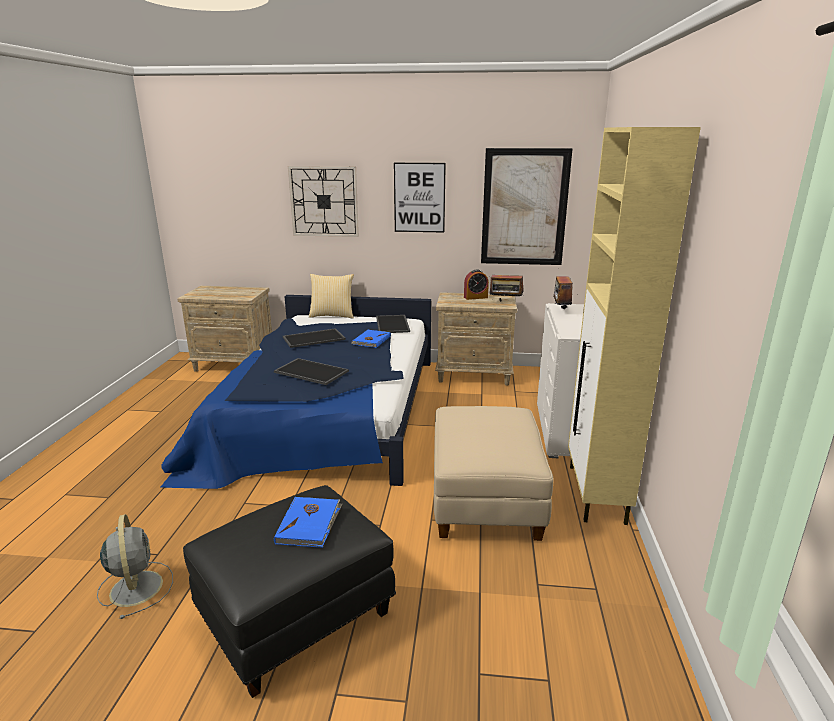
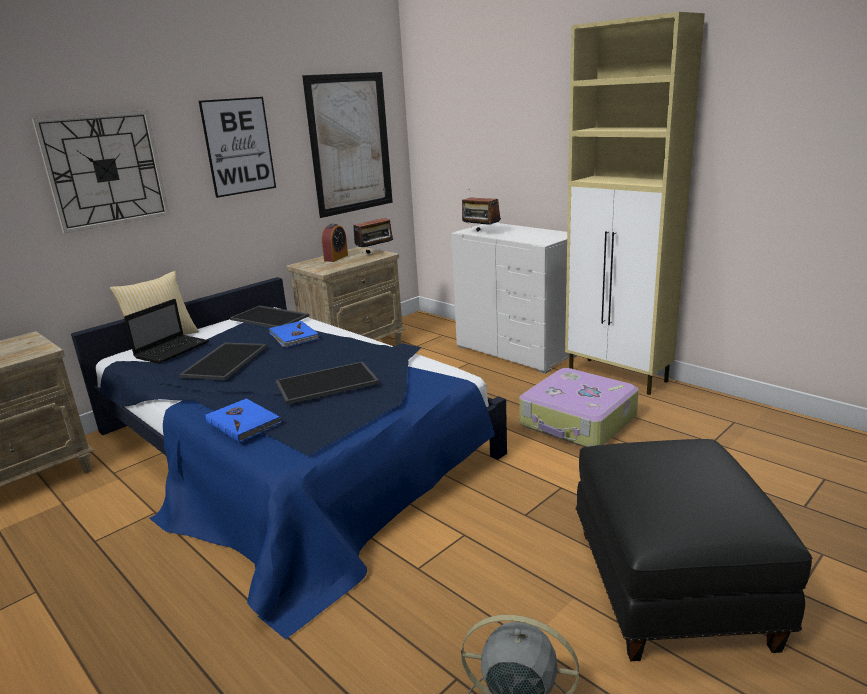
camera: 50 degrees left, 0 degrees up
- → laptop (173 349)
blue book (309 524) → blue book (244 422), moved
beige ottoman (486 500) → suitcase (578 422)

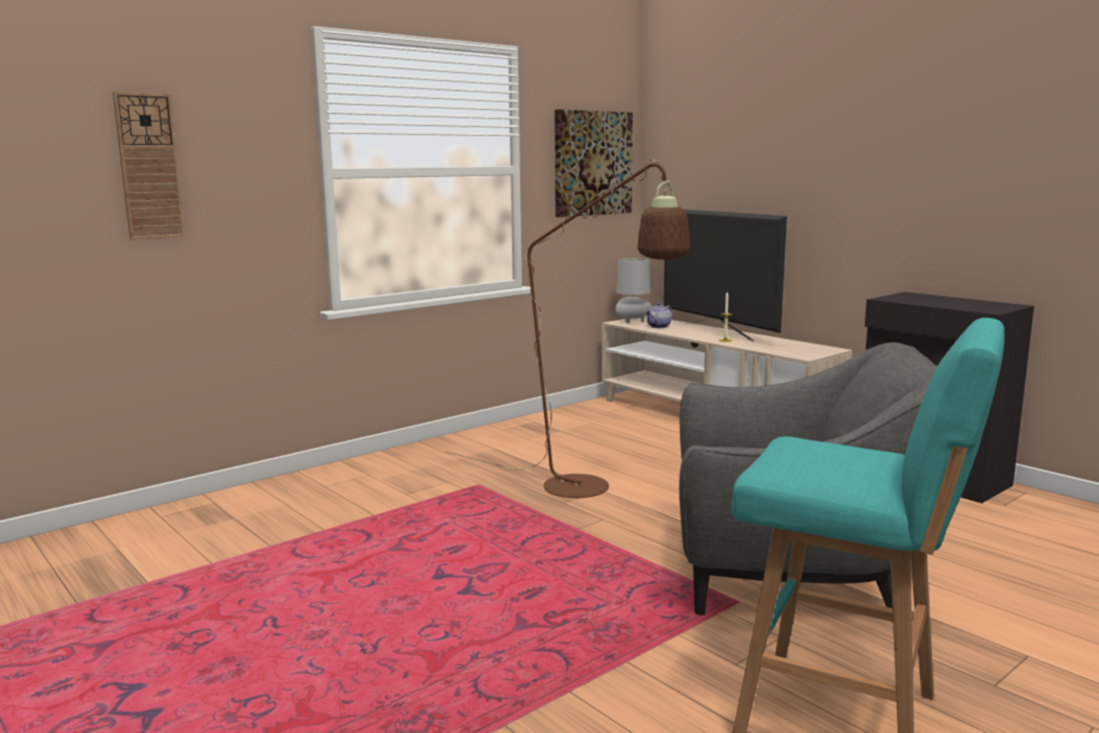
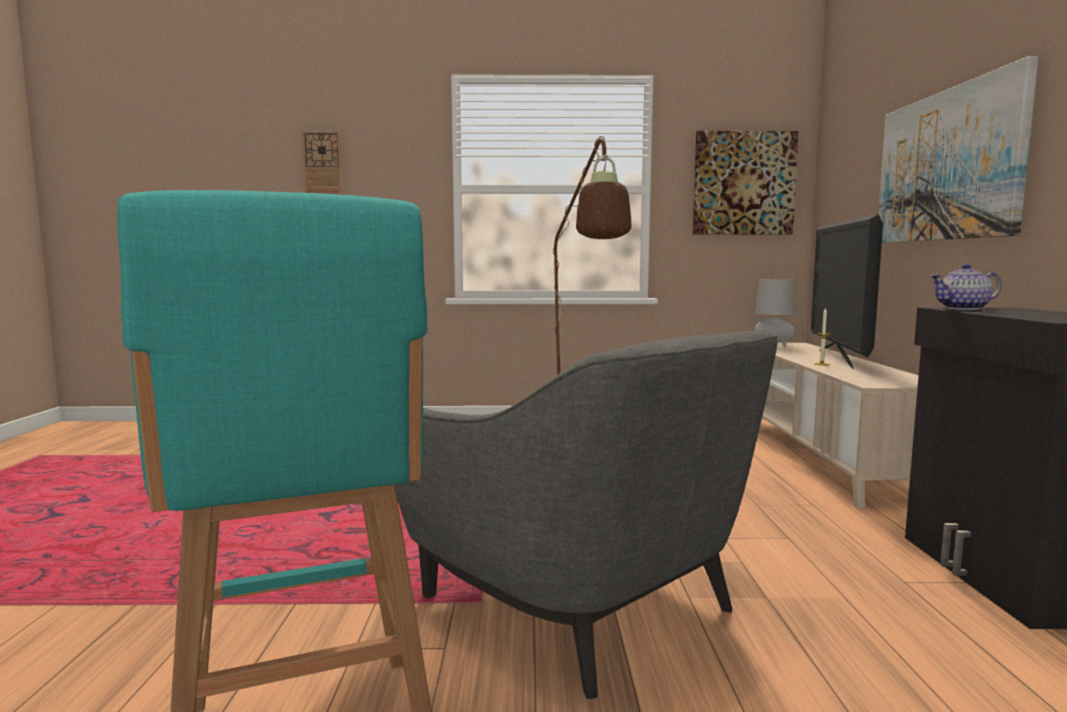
camera: 40 degrees right, 5 degrees down
- → picture (947 166)
teapot (659 327) → teapot (963 309), moved

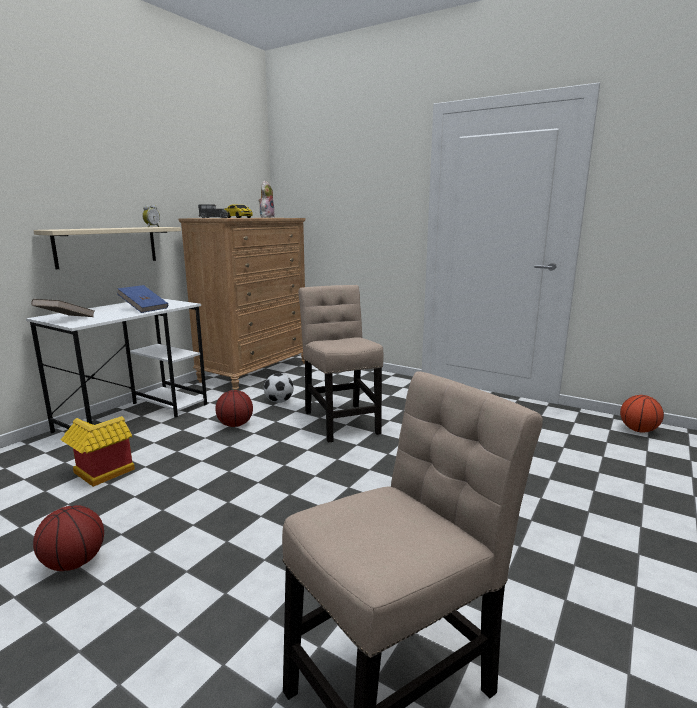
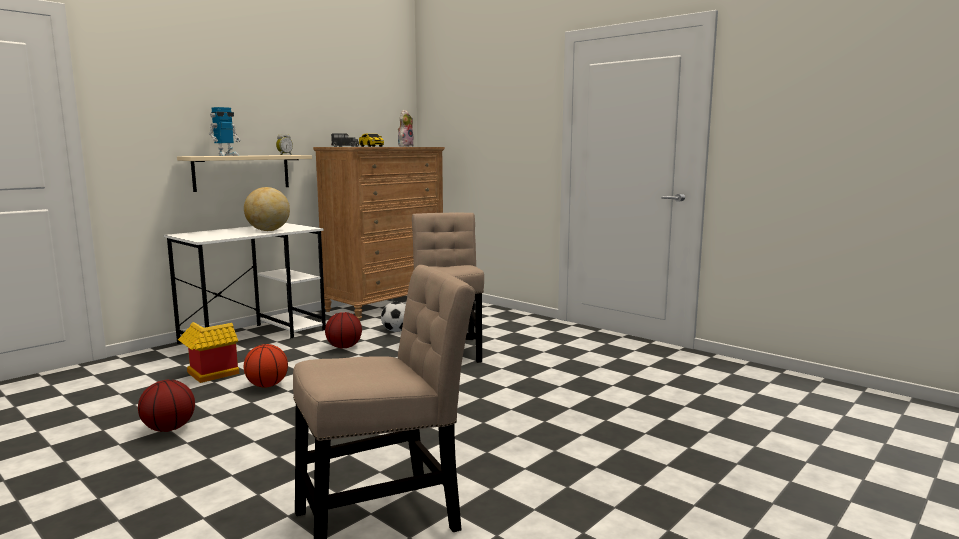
camera: 10 degrees right, 5 degrees down
- → toy robot (226 155)
blue book (144 309) → globe (268 230)
basketball (638 430) → basketball (267 385), moved
brown book (65 320) → -

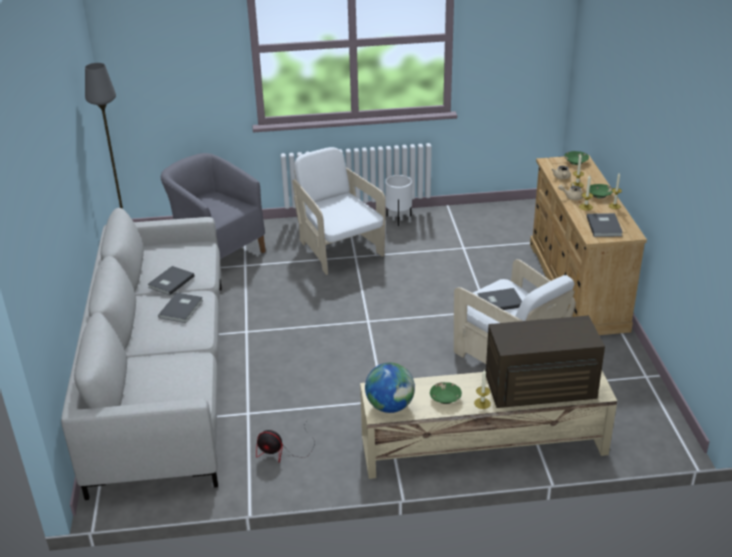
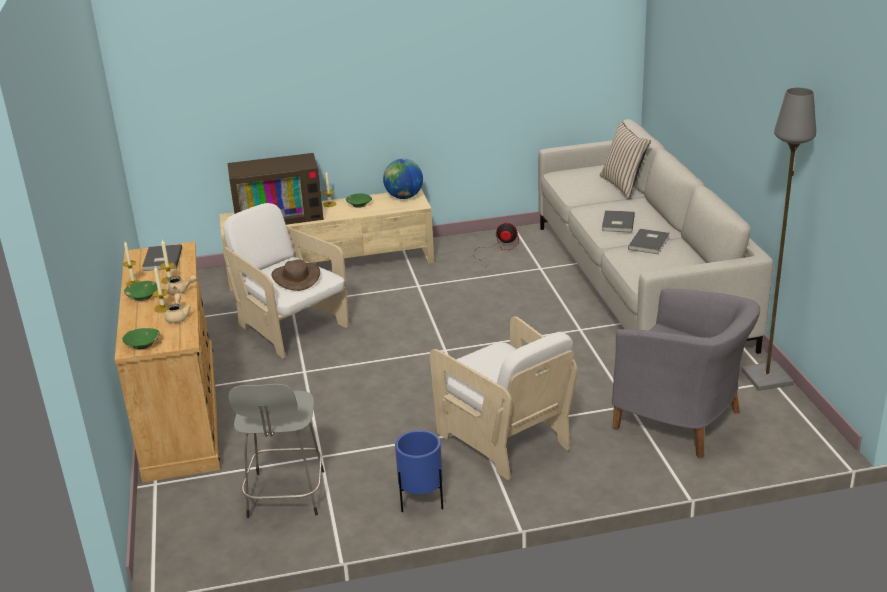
camera: 175 degrees right, 5 degrees down
- → grey stool (285 496)
grey book (499 301) → brown hat (296 277)
white planter (398 219) → blue planter (421 503)
- → beige pillow (623 185)

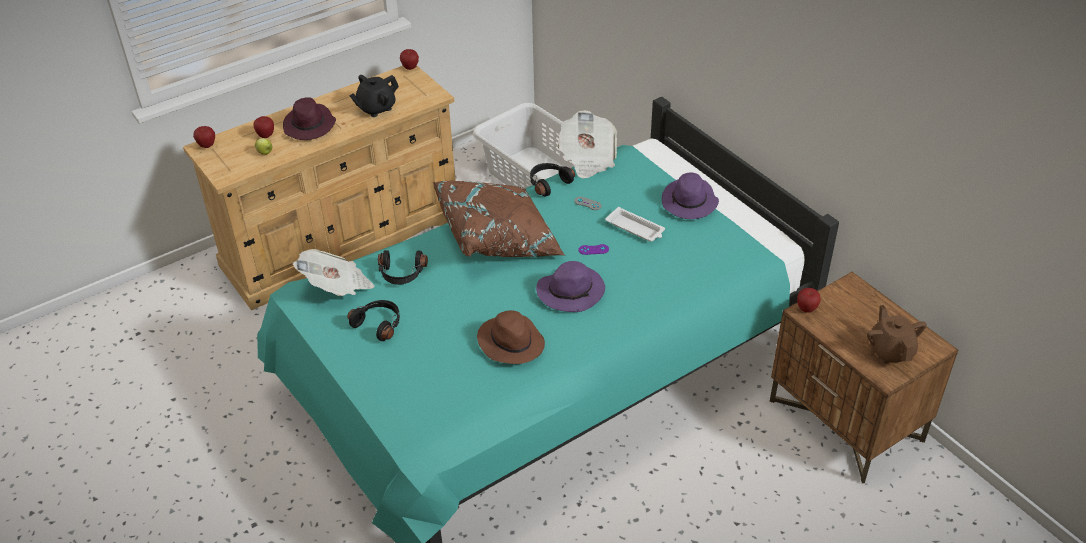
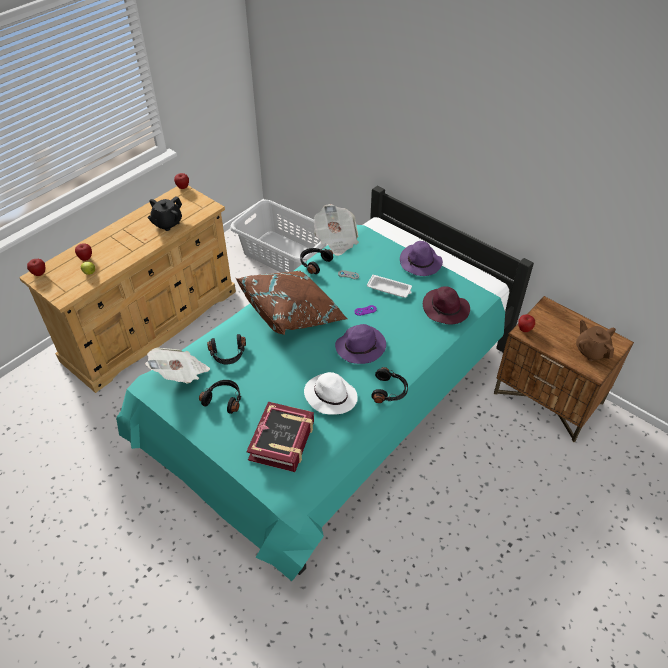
camera: 15 degrees left, 5 degrees up
- → book (282 441)
brown hat (510 342) → white hat (330 396)
- → black headphones (390 391)
purple hat (310 126) → purple hat (446 309), moved

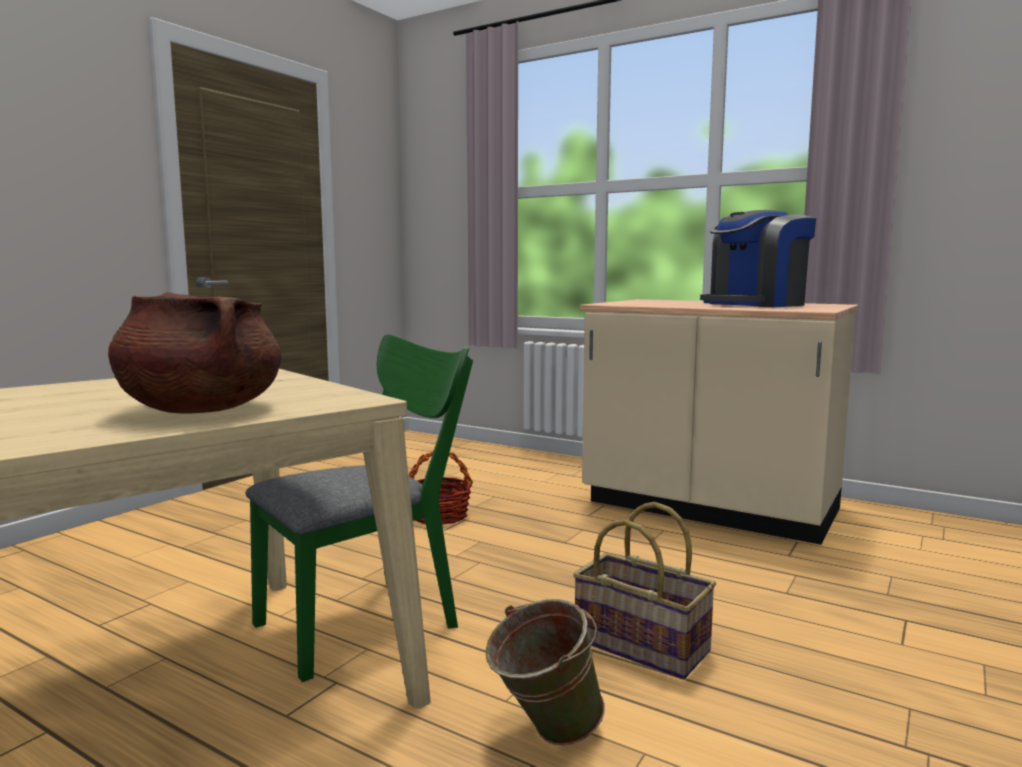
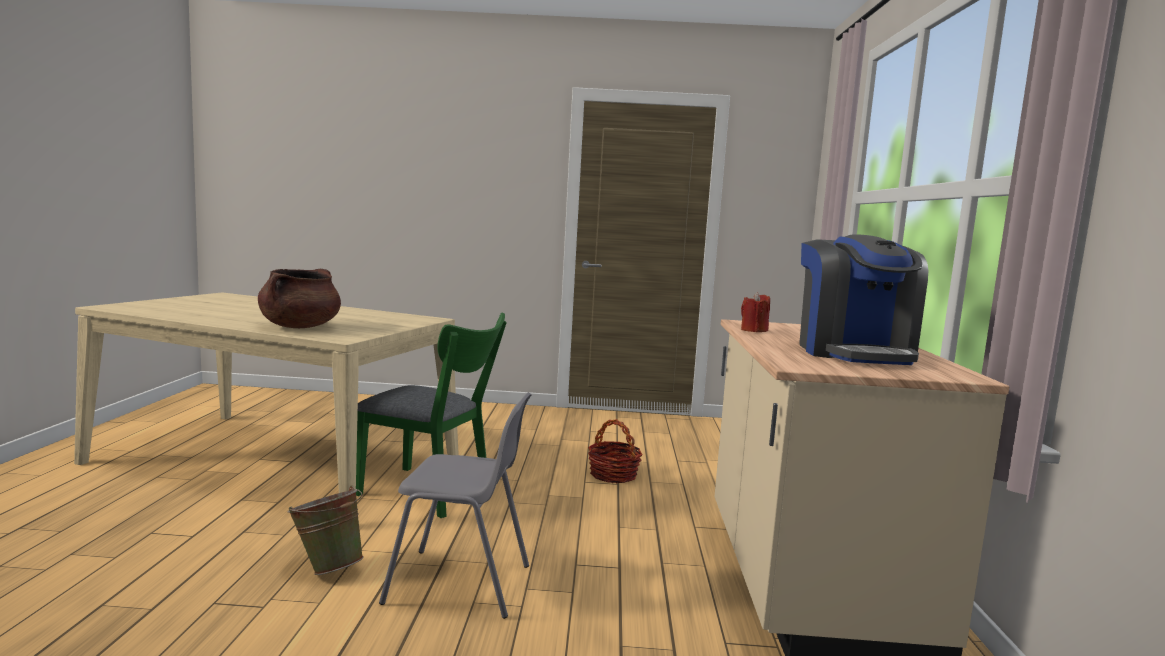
camera: 60 degrees right, 0 degrees up
basket (643 645) → grey chair (460 584)
- → red candle (754 330)
coffee machine (755 305) → coffee machine (854 353), 120 degrees counterclockwise

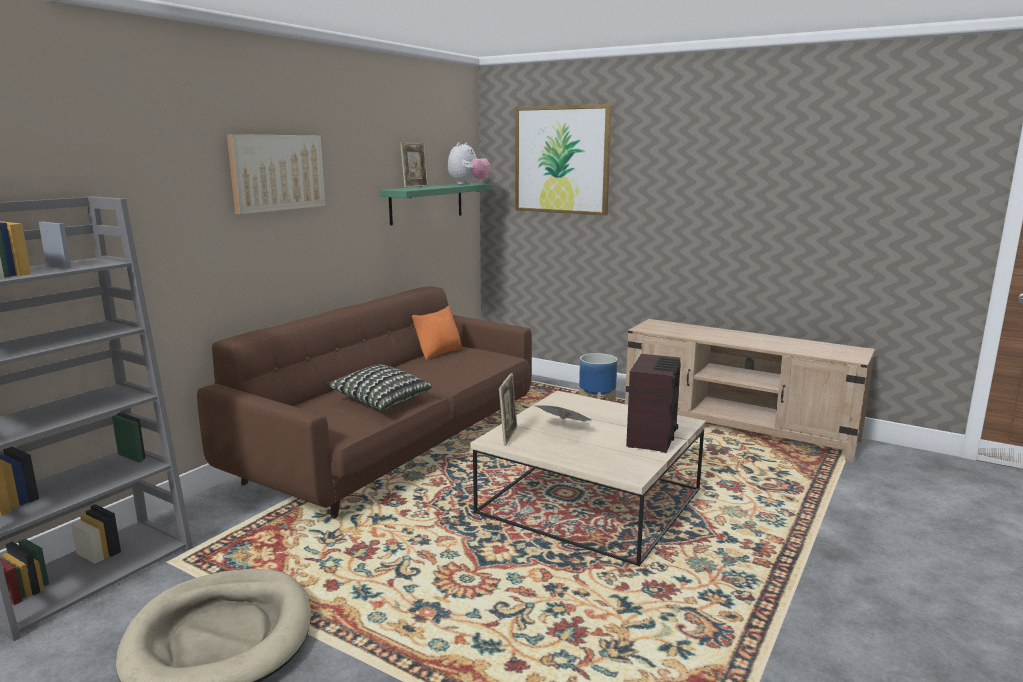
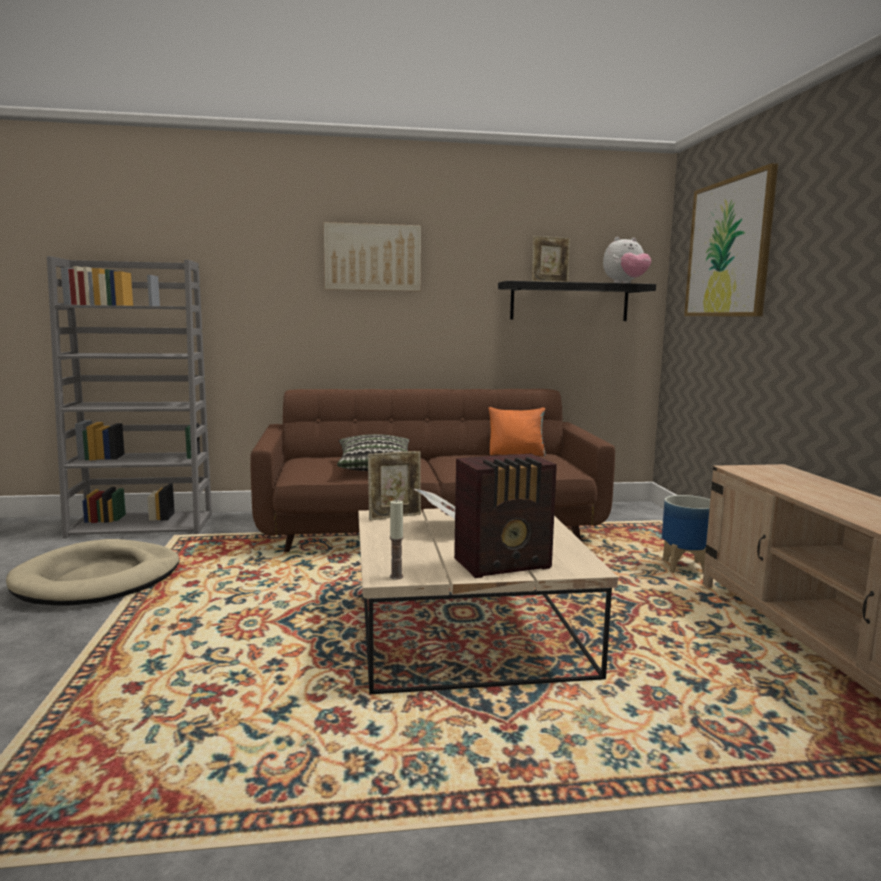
camera: 50 degrees right, 5 degrees down
- → candle (396 576)
green shelf (427 203) → black shelf (569 302)

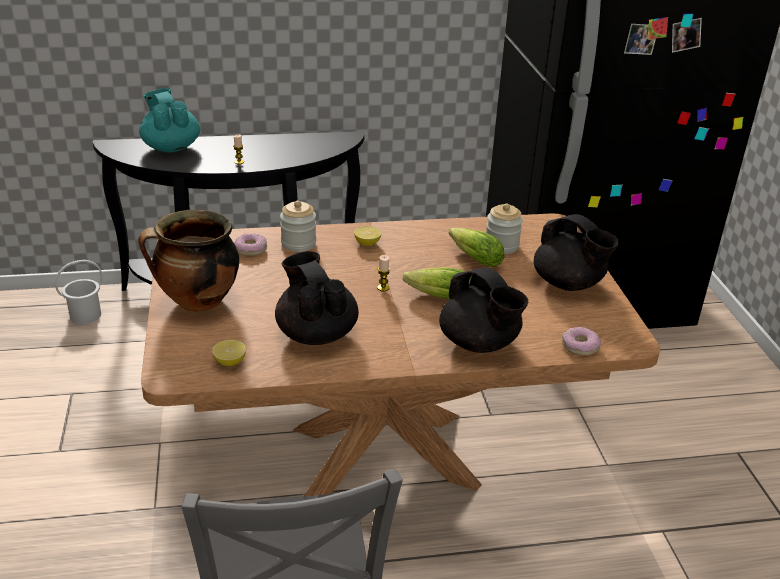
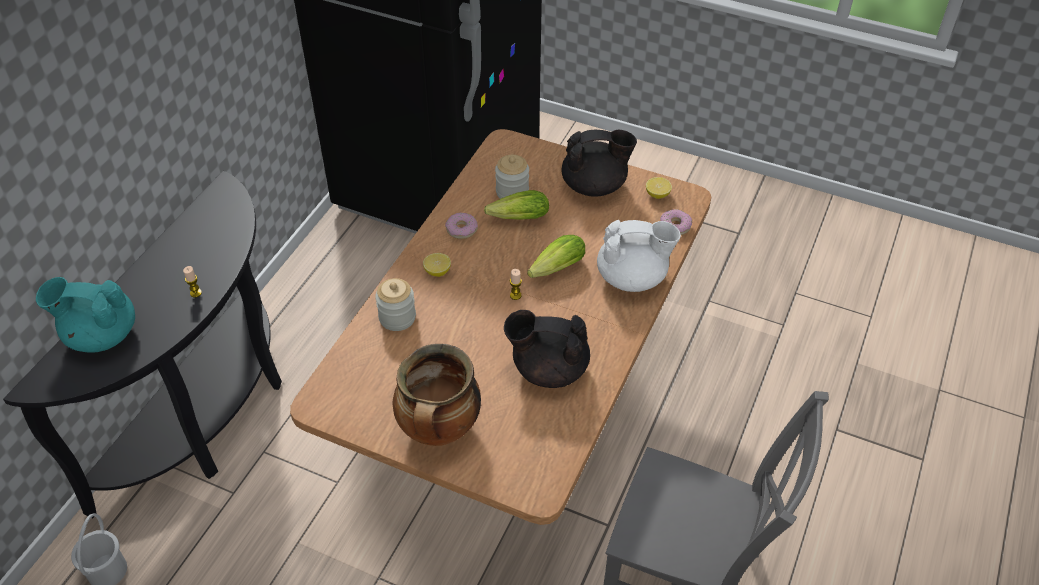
camera: 55 degrees left, 15 degrees up
donut (251 249) → donut (462 229), moved
black teapot (479 343) → white teapot (633 277)
lemon (230 362) → lemon (657 195), moved

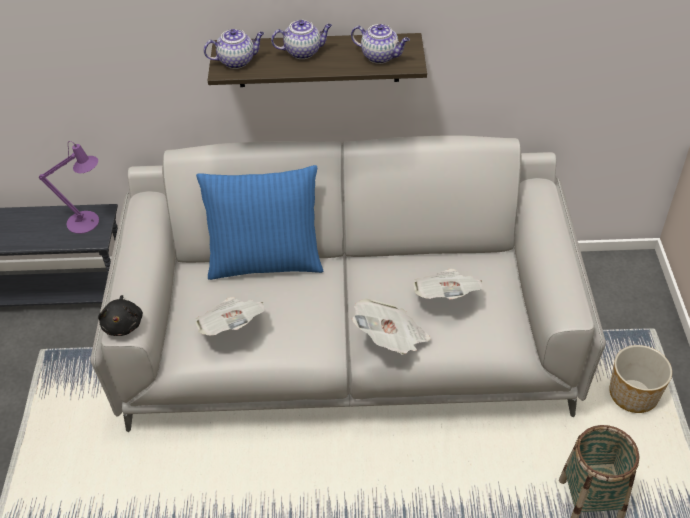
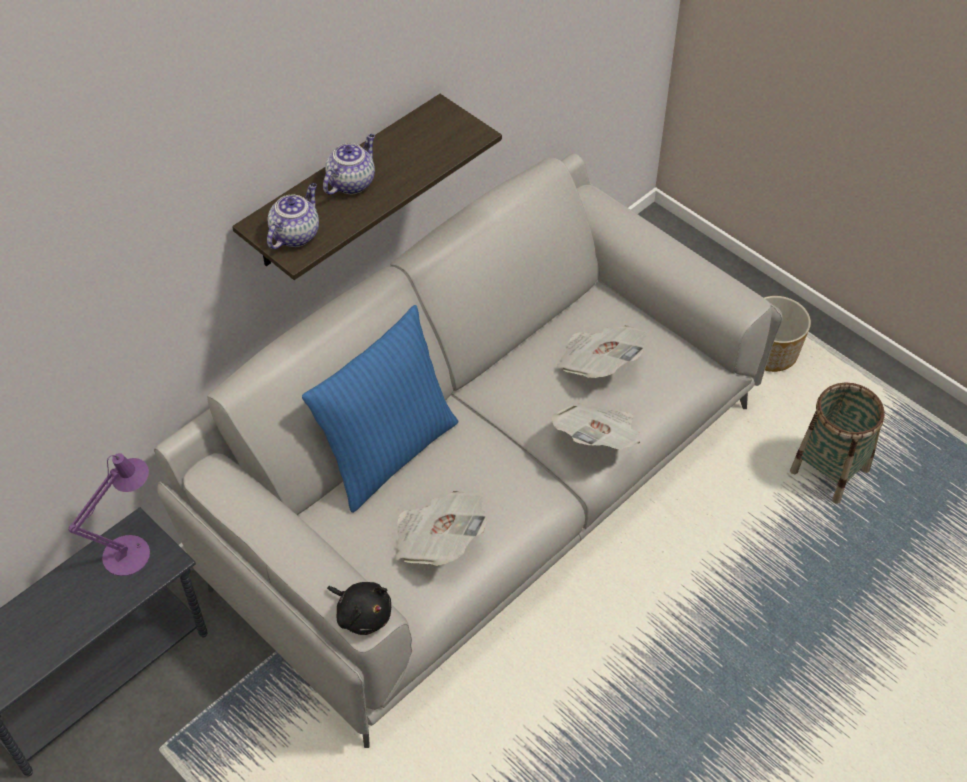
camera: 45 degrees left, 5 degrees up
teapot (380 56) → -

